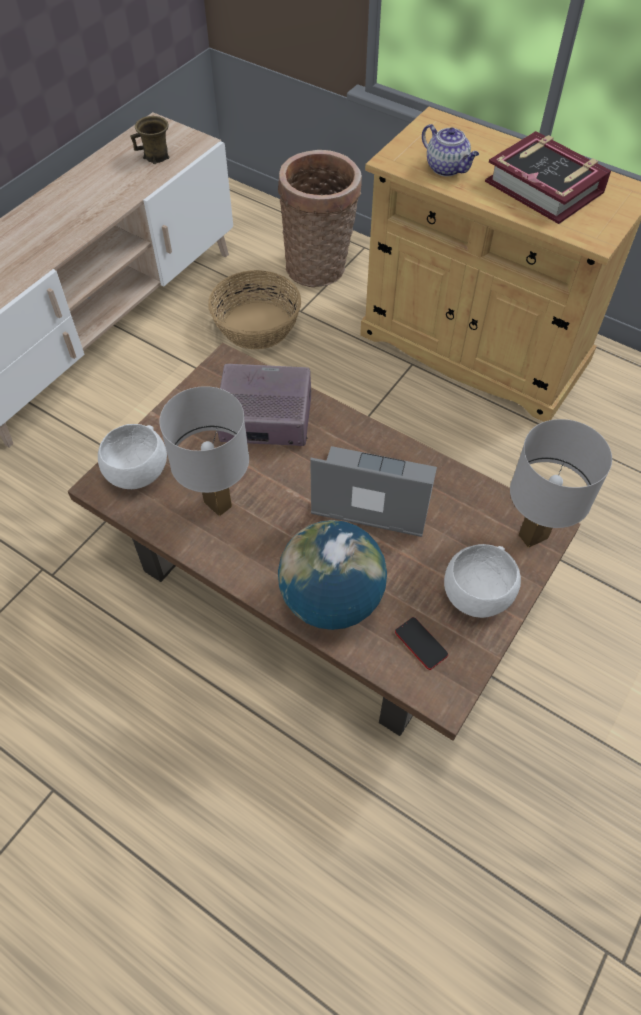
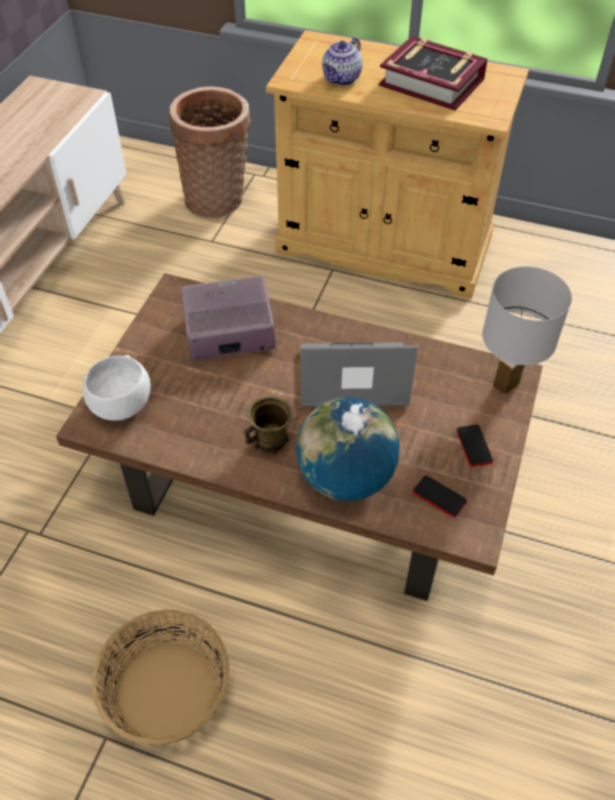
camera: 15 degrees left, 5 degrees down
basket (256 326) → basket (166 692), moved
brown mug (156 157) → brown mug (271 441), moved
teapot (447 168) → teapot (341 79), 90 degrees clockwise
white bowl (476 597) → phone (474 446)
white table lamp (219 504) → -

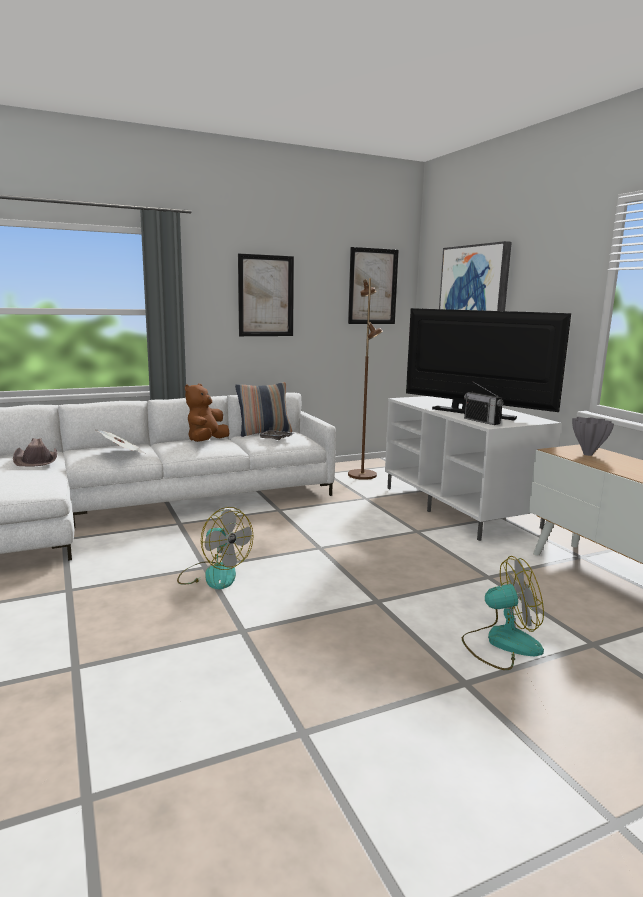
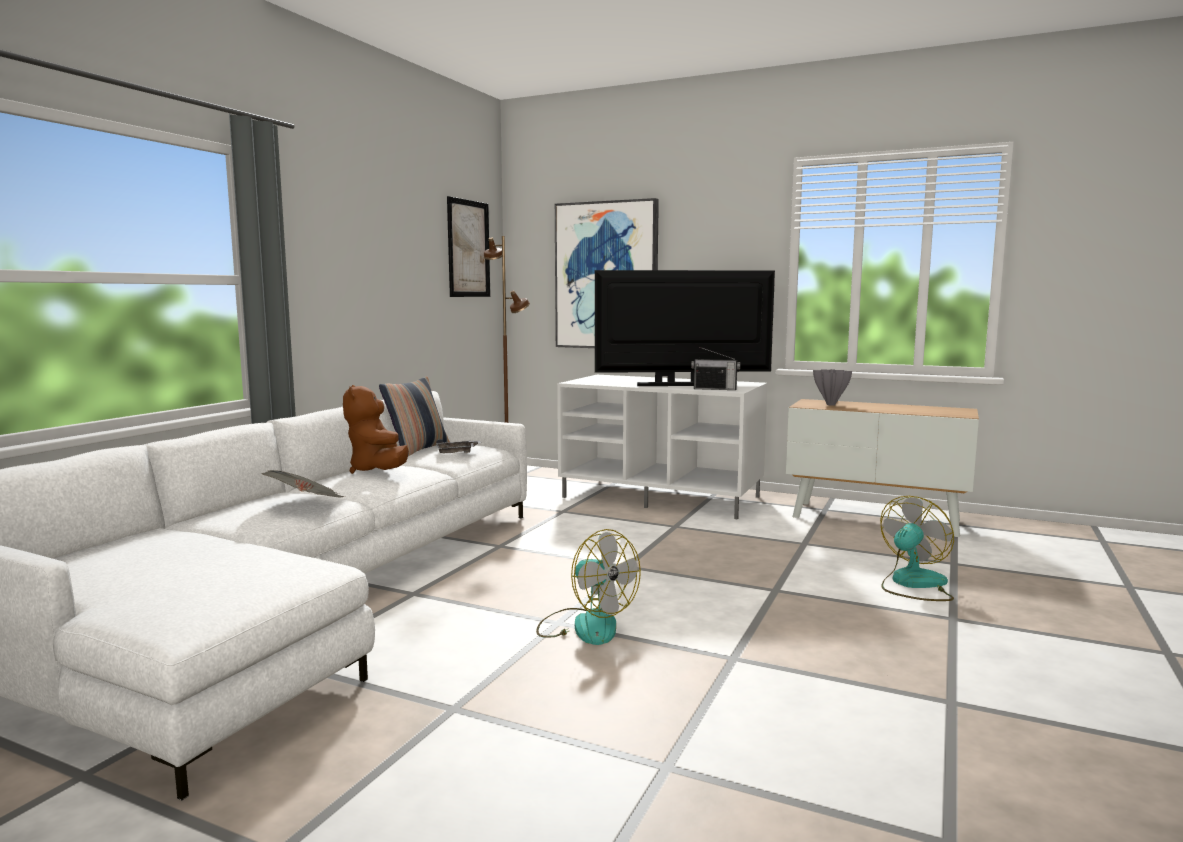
camera: 40 degrees left, 5 degrees down
fan (213 574) → fan (585 625), 45 degrees clockwise
brown hat (36 460) → -
picture (266 296) → -

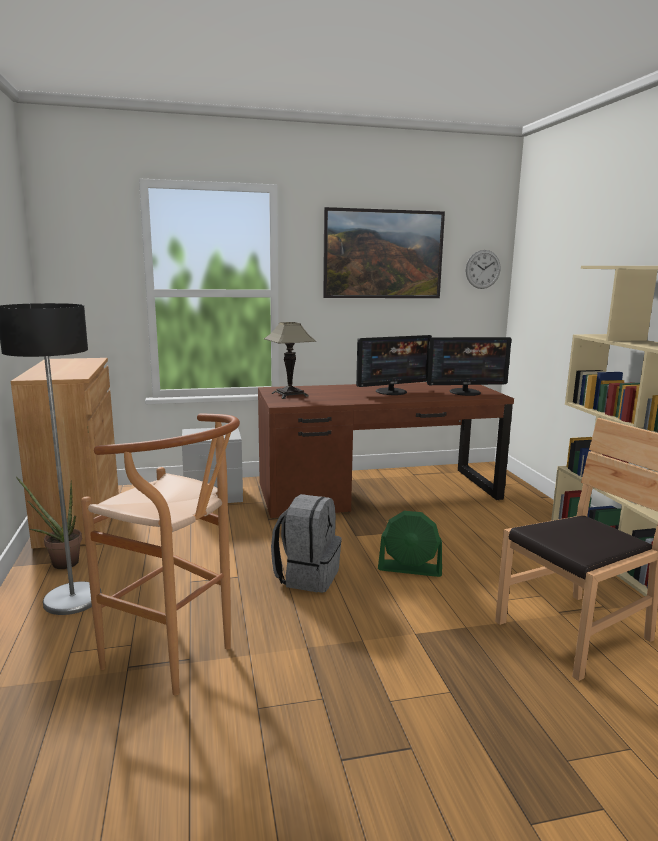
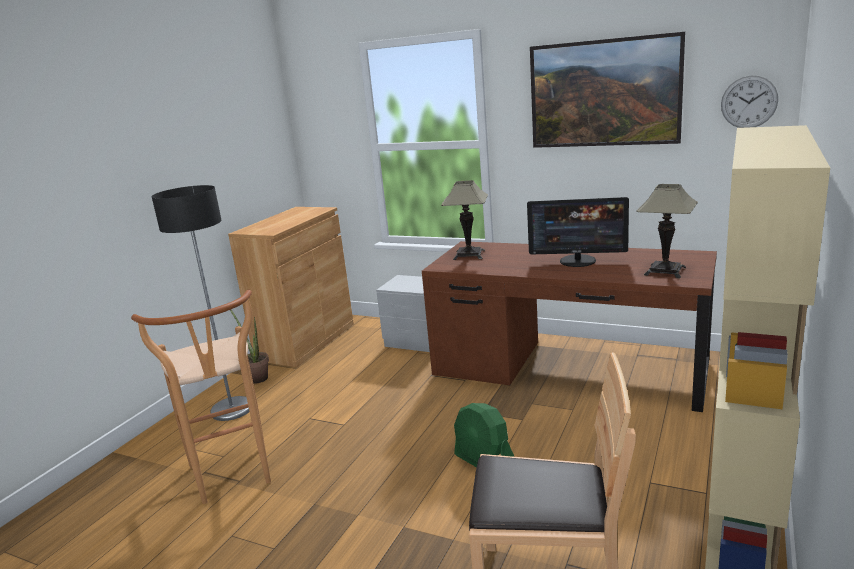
camera: 40 degrees right, 5 degrees up
monitor (465 392) → table lamp (665 271)
grey backpack (307 576) → -

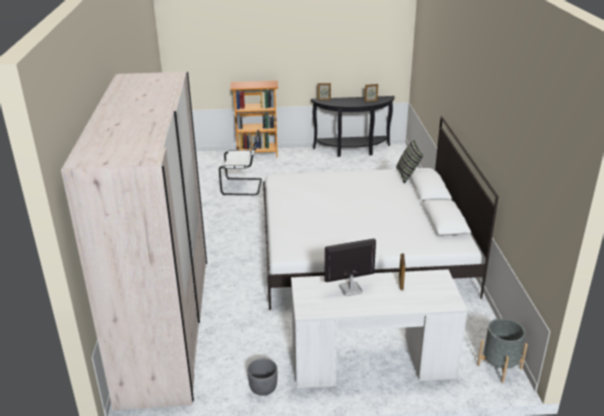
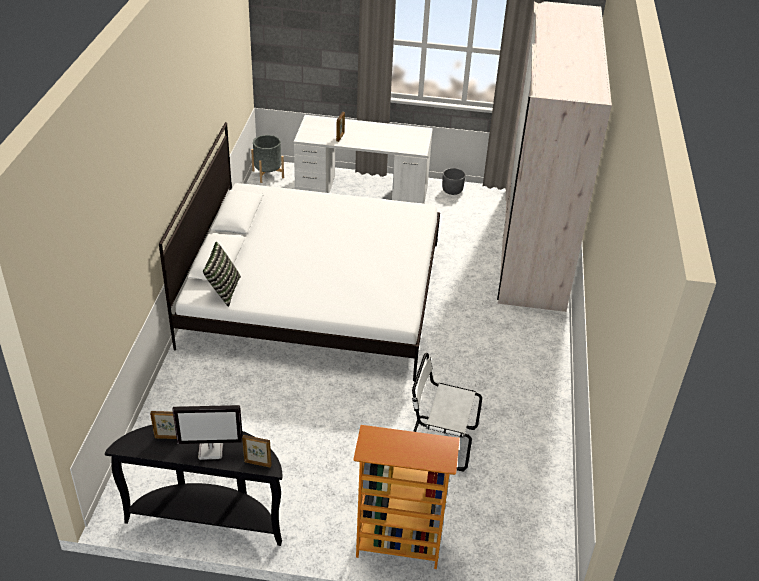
camera: 170 degrees left, 10 degrees up
monitor (350 289) → monitor (211 450), moved

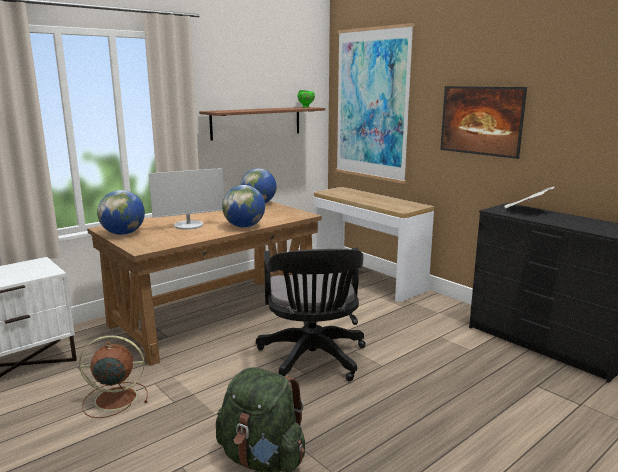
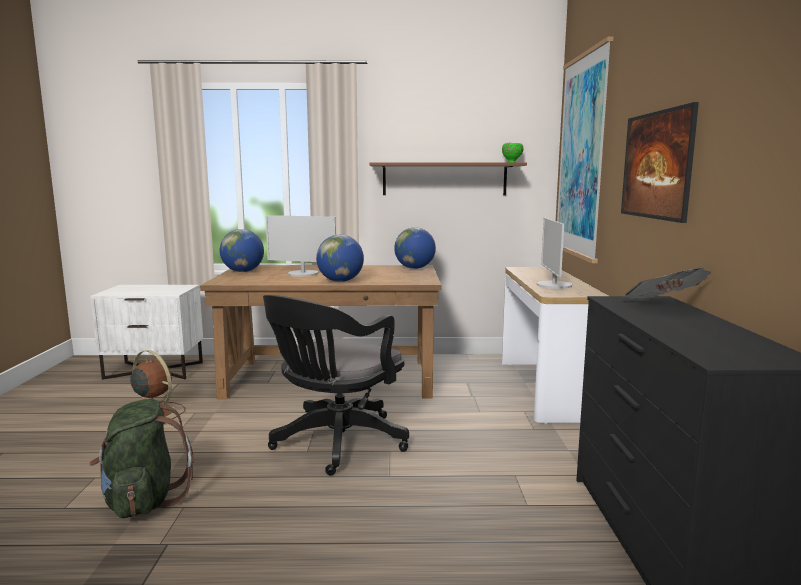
camera: 40 degrees right, 5 degrees down
- → monitor (553 285)

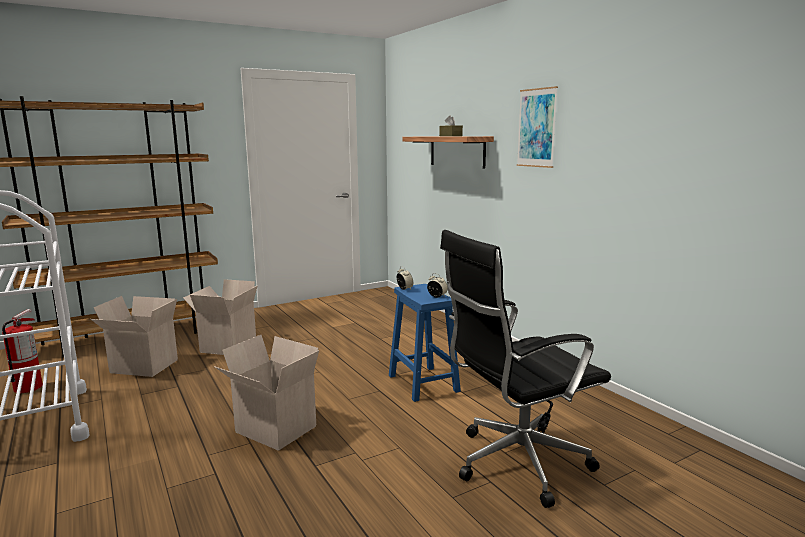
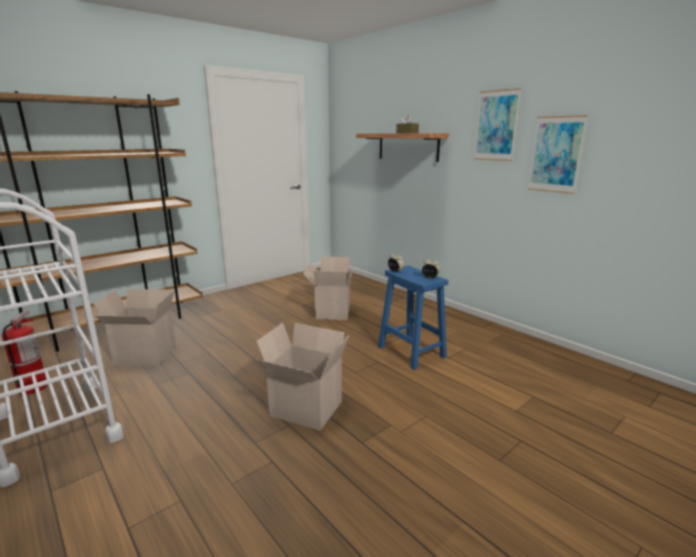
camera: 10 degrees left, 5 degrees up
cardboard box (227 345) → cardboard box (331 312), moved
- → picture (556 154)
black office chair (515 464) → -

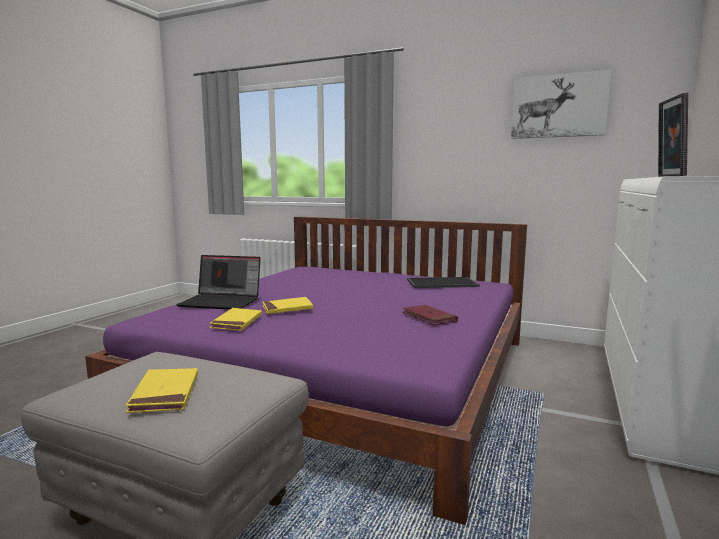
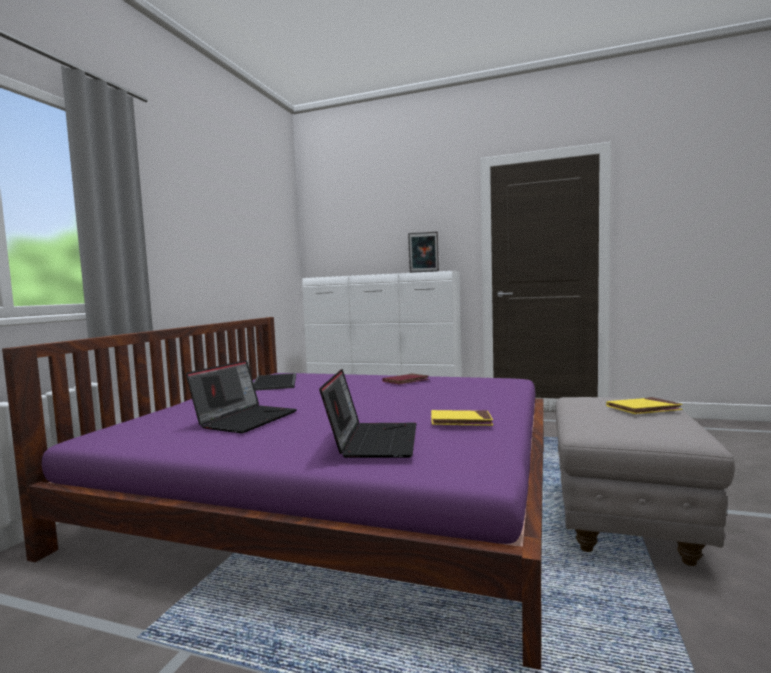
camera: 95 degrees left, 5 degrees down
- → laptop (246 419)
yellow book (287 308) → -
picture (558 106) → -

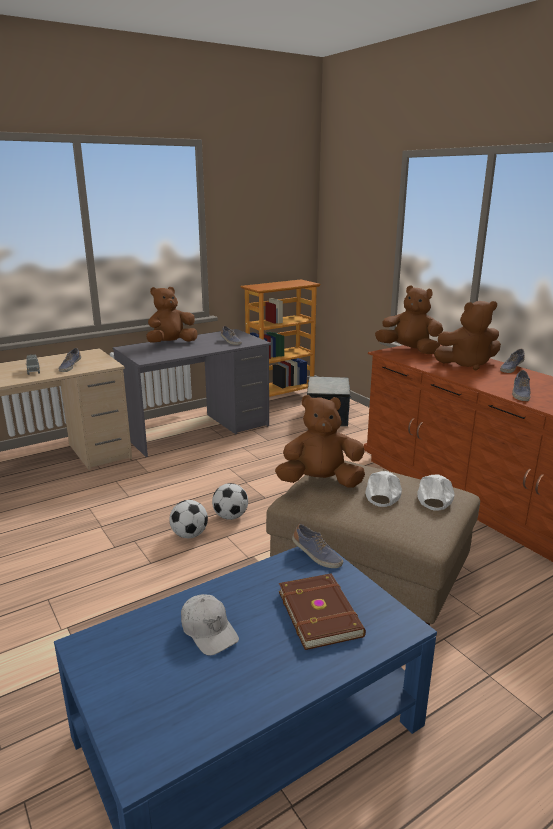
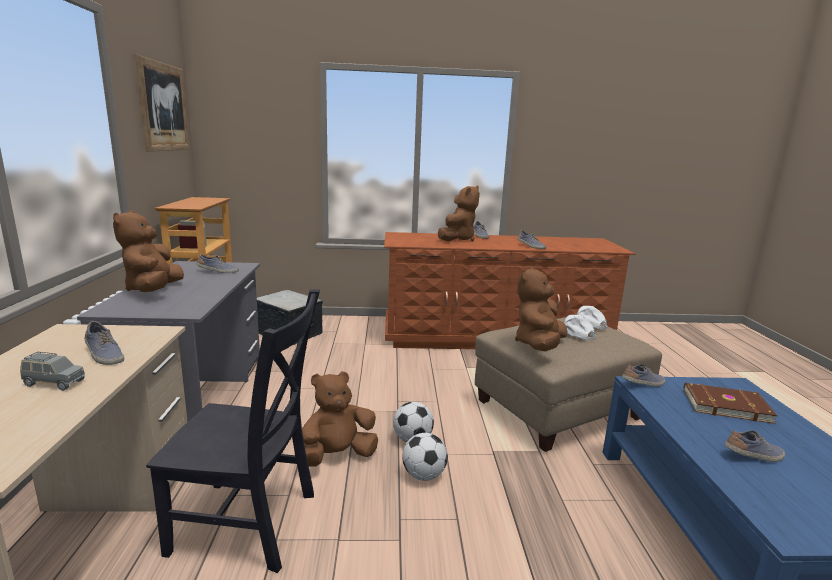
camera: 60 degrees left, 5 degrees down
- → picture (163 107)
- → black chair (250 524)
brown plush toy (409 350) → brown plush toy (337 456), moved
white cap (208 631) → shoe (754 456)

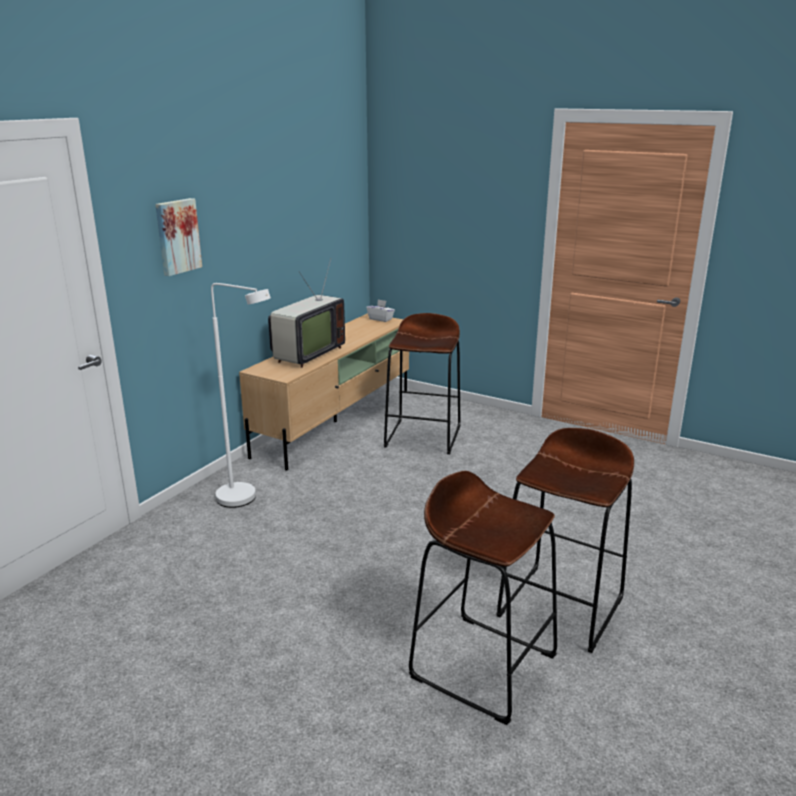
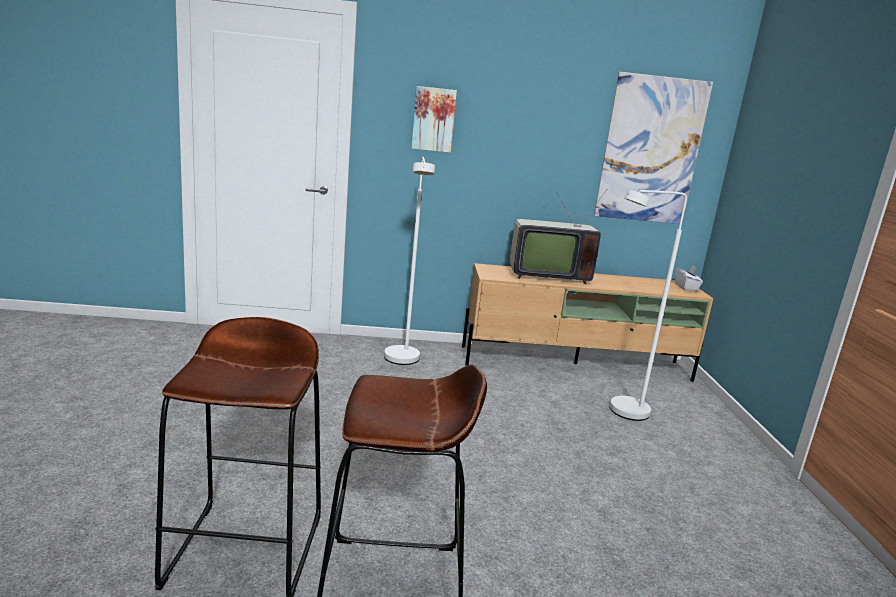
camera: 55 degrees right, 5 degrees down
- → picture (651 150)
brown stool (423 436) → white floor lamp (620 412)

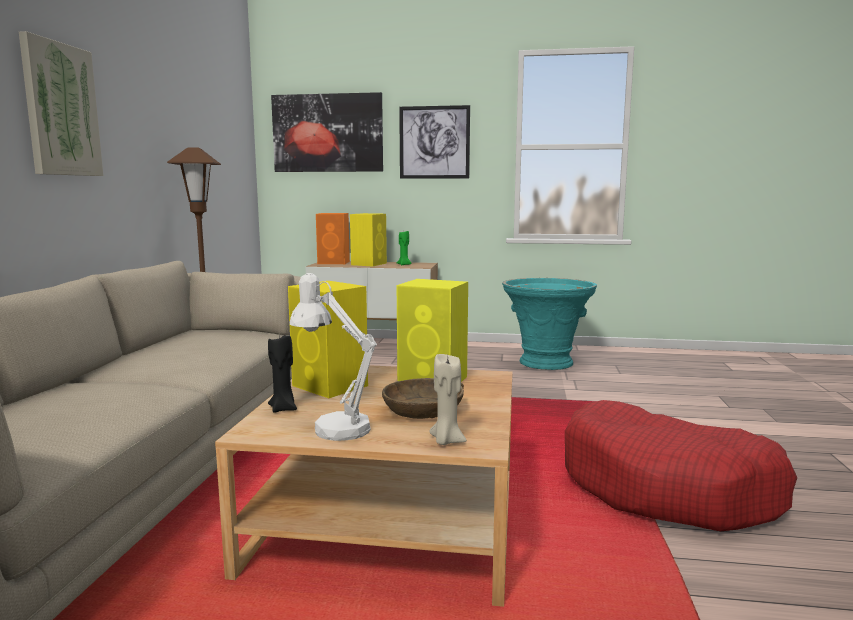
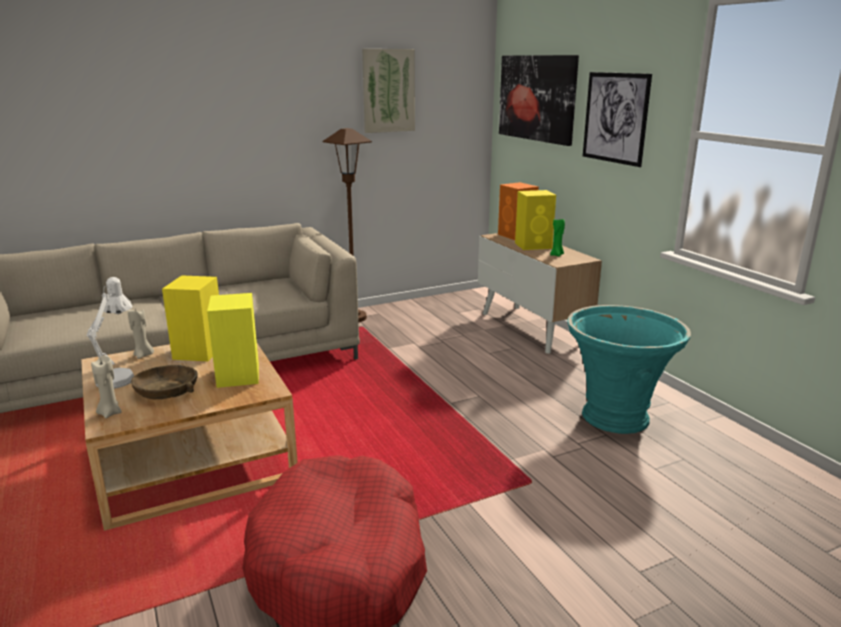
camera: 55 degrees right, 10 degrees up
black candle (283 408) → beige candle (143 355)
picture (61 110) → picture (388 91), moved

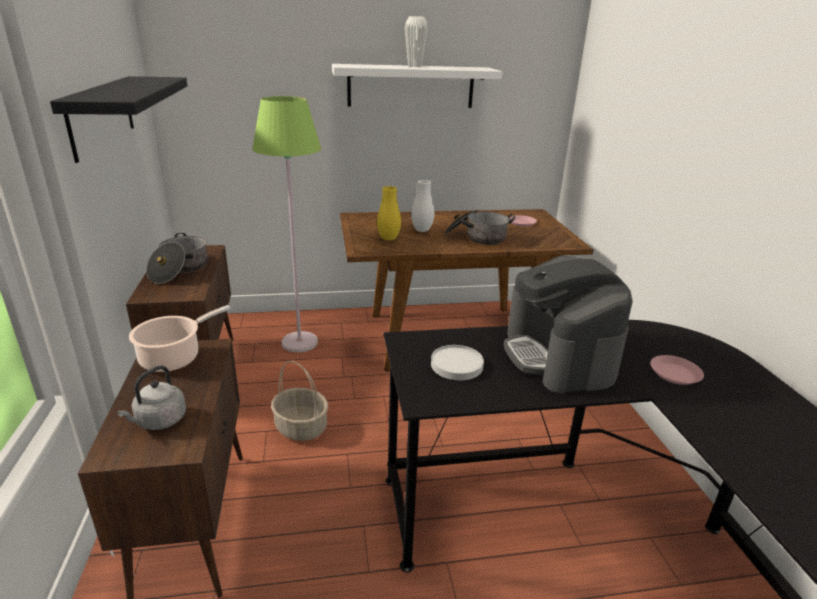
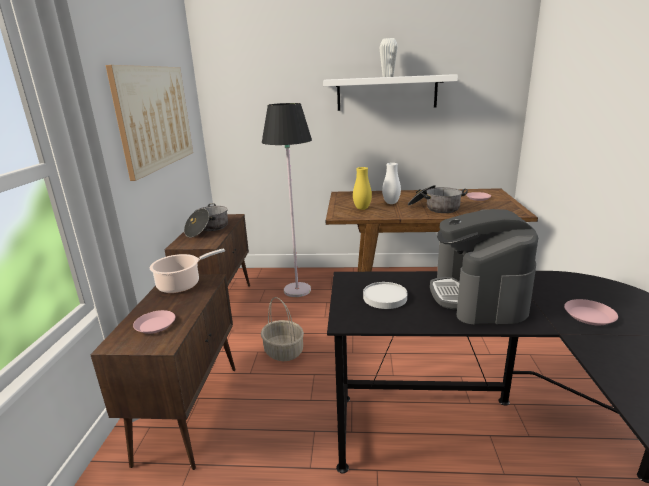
camera: 15 degrees right, 5 degrees down
black shelf (101 115) → picture (155 117)
grey kettle (159 421) → pink plate (155 325)
green floor lamp (299 342) → black floor lamp (297 290)

